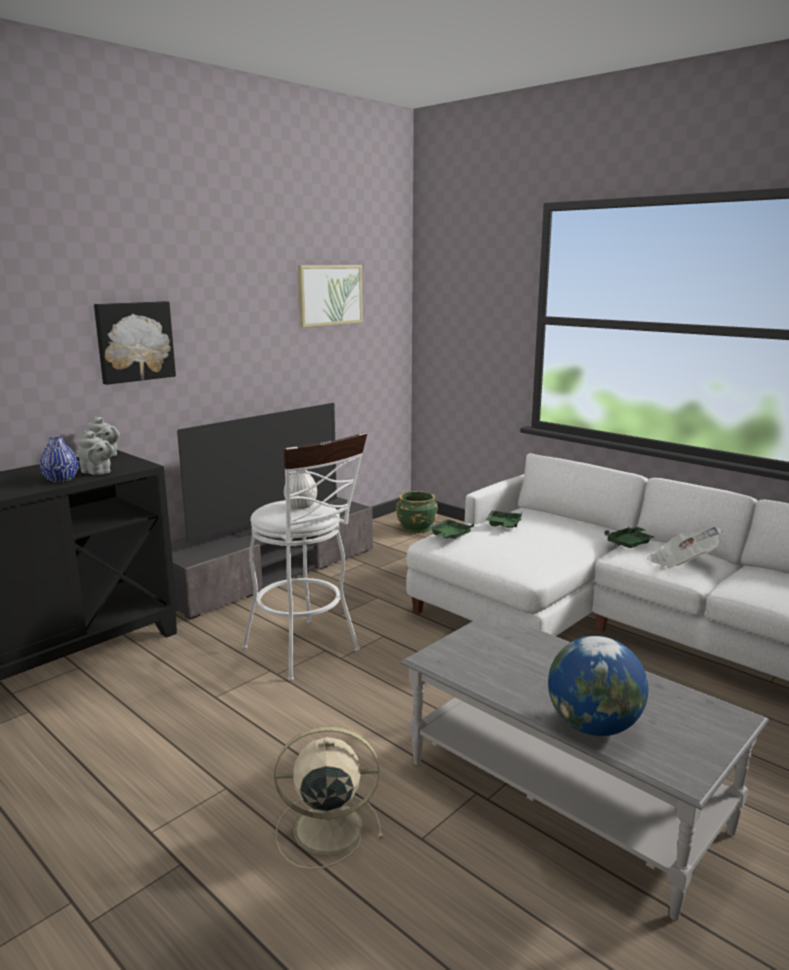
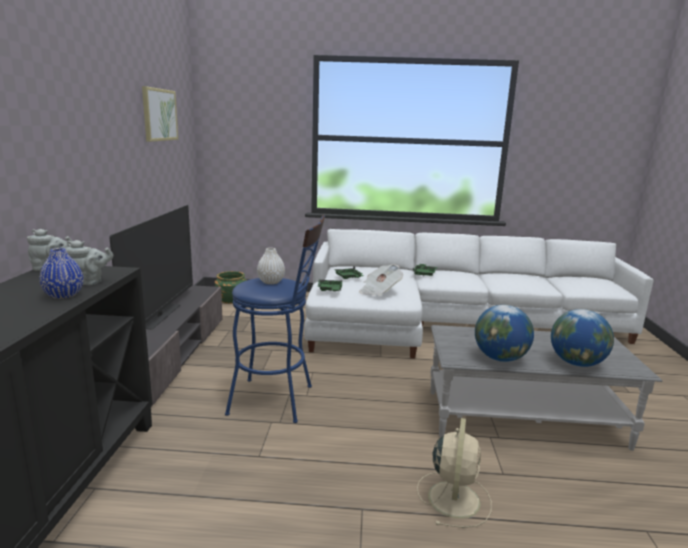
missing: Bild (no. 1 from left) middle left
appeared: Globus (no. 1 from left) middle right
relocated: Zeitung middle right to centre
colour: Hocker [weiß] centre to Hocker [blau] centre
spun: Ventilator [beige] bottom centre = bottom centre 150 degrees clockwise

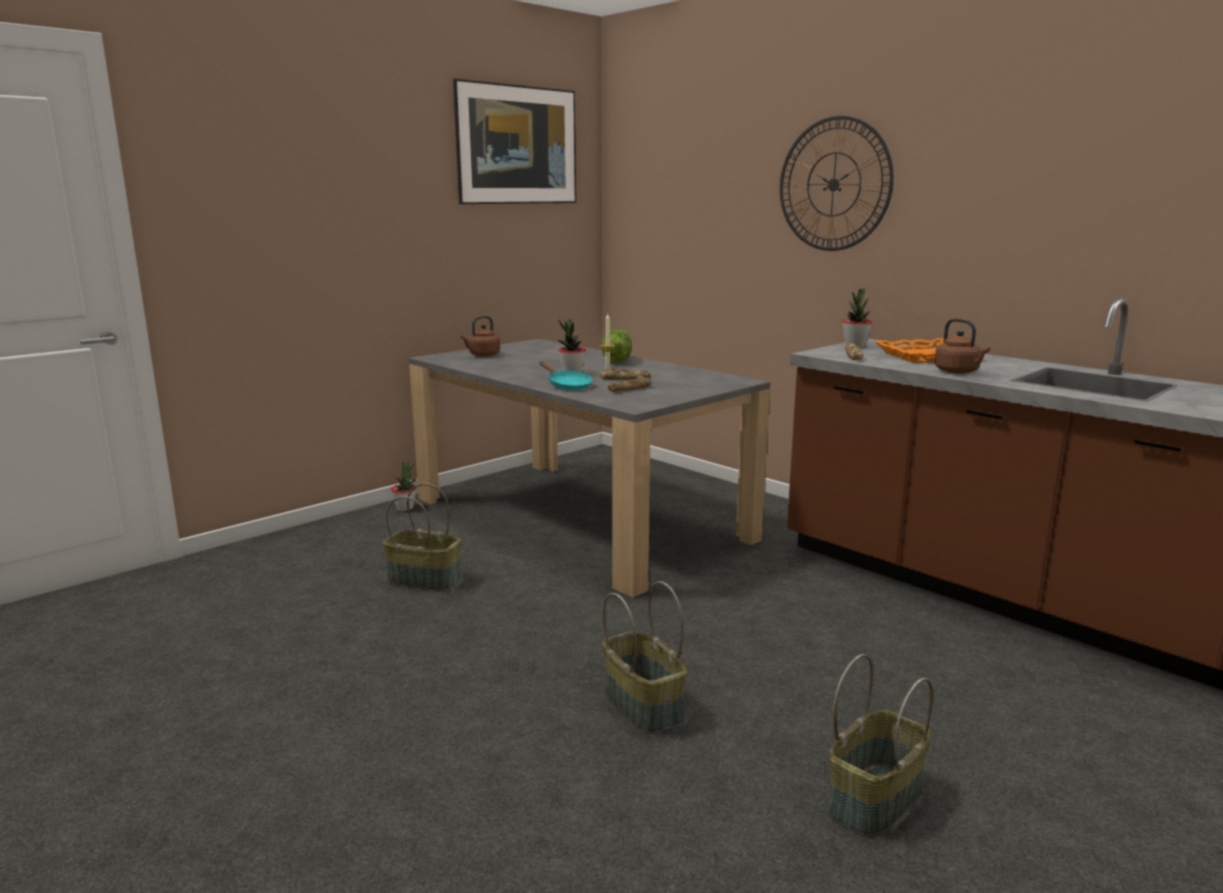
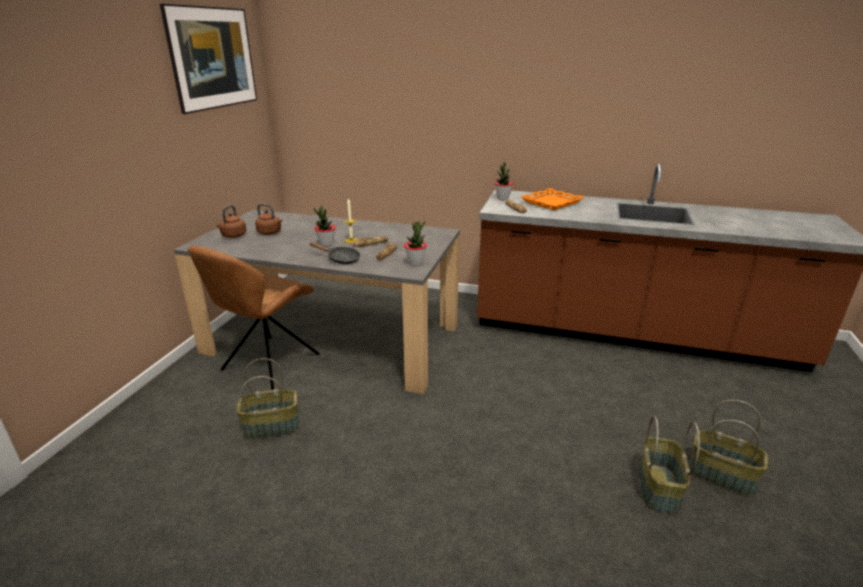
missing: Salatkopf centre; Wanduhr top right
appeared: Stuhl [braun] middle left
relocated: Topfpflanze (no. 1 from left in the first image) middle left to Topfpflanze (no. 2 from left) centre; Korb (no. 2 from left in the first image) bottom centre to Korb (no. 3 from left) bottom right; Wasserkessel [braun] (no. 2 from left) middle right to middle left
colour: Pfanne [türkis] centre to Pfanne [schwarz] centre

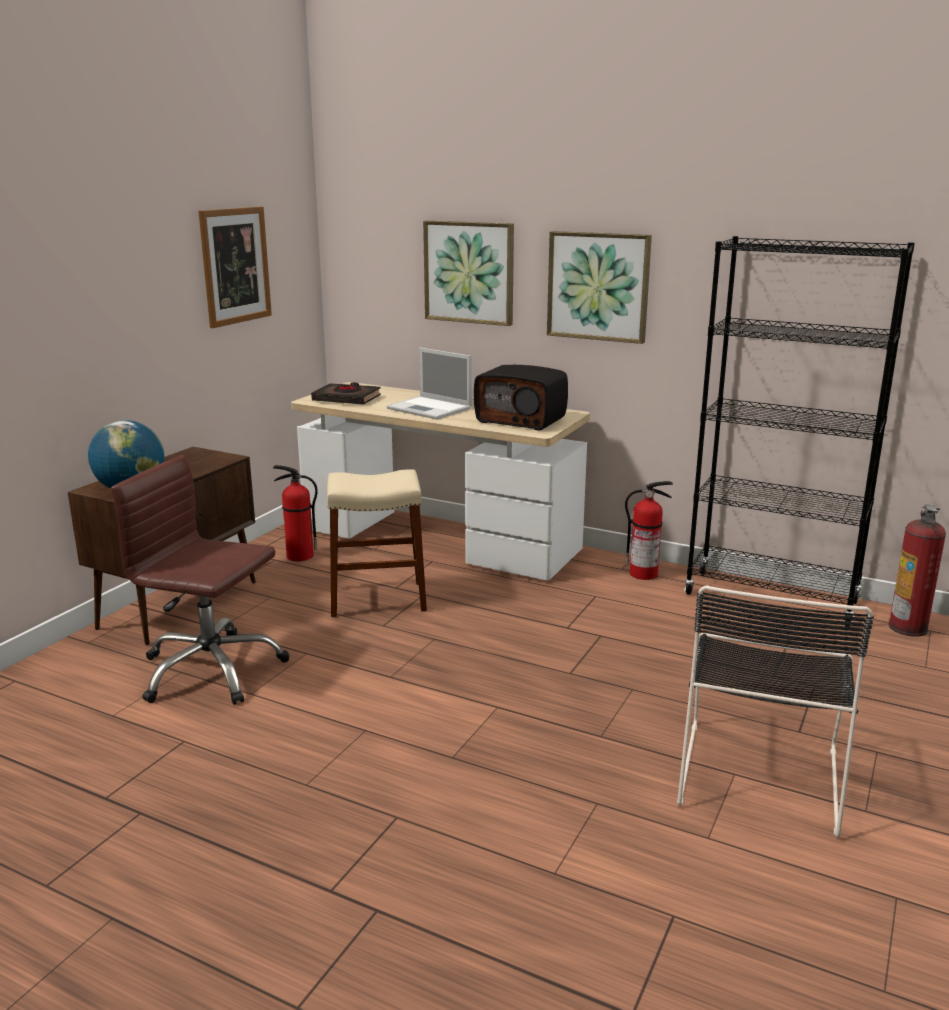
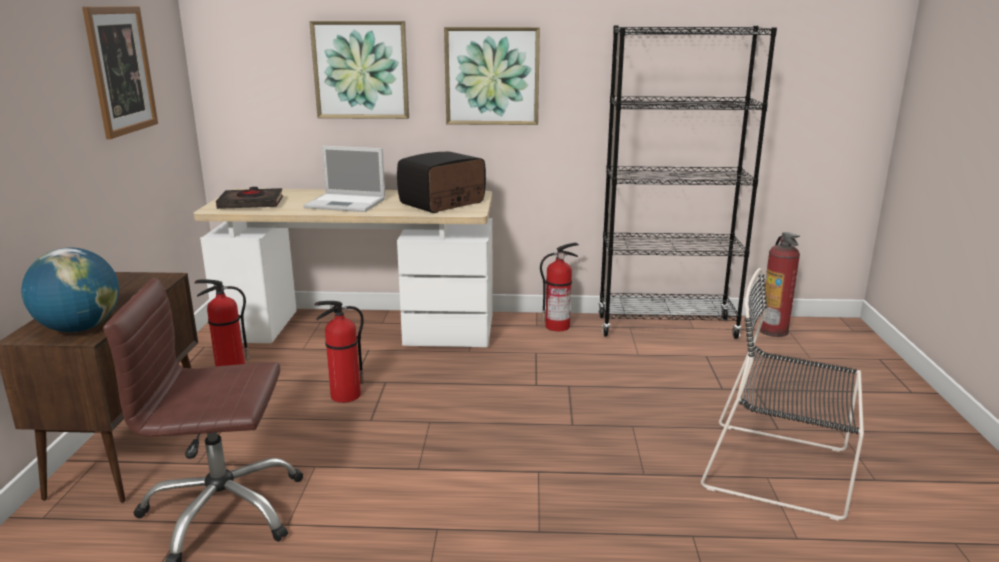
exchanged: Hocker [beige] centre to Feuerlöscher (no. 2 from left) centre
spun: Radio centre = top centre 135 degrees clockwise; Stuhl [schwarz] bottom right = bottom right 120 degrees clockwise

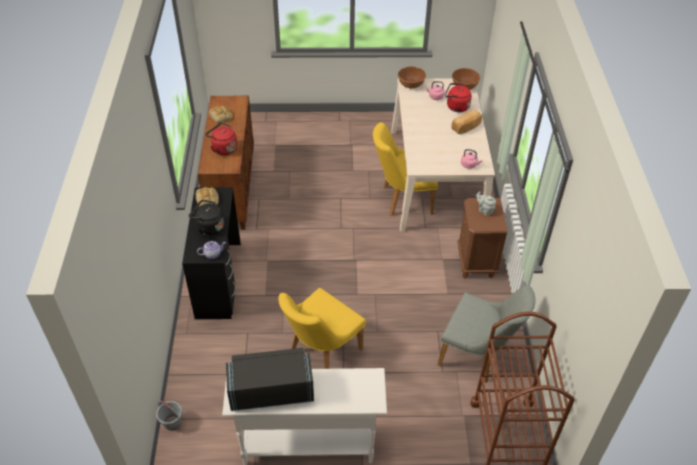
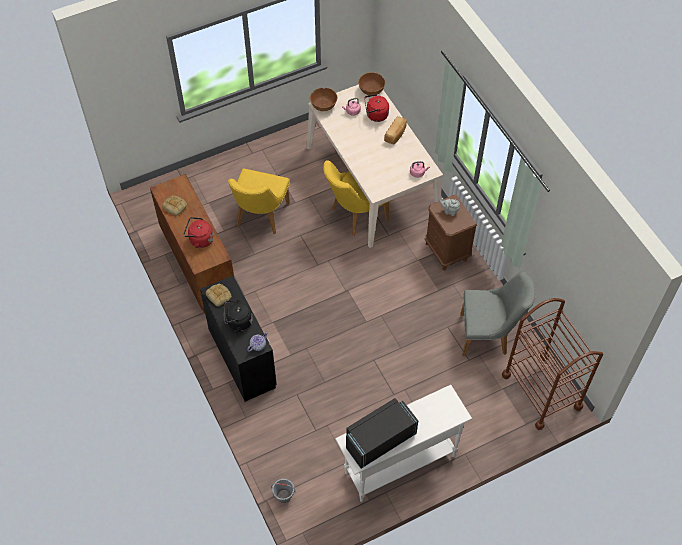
relocated: Stuhl [gelb] (no. 1 from left) bottom centre to centre

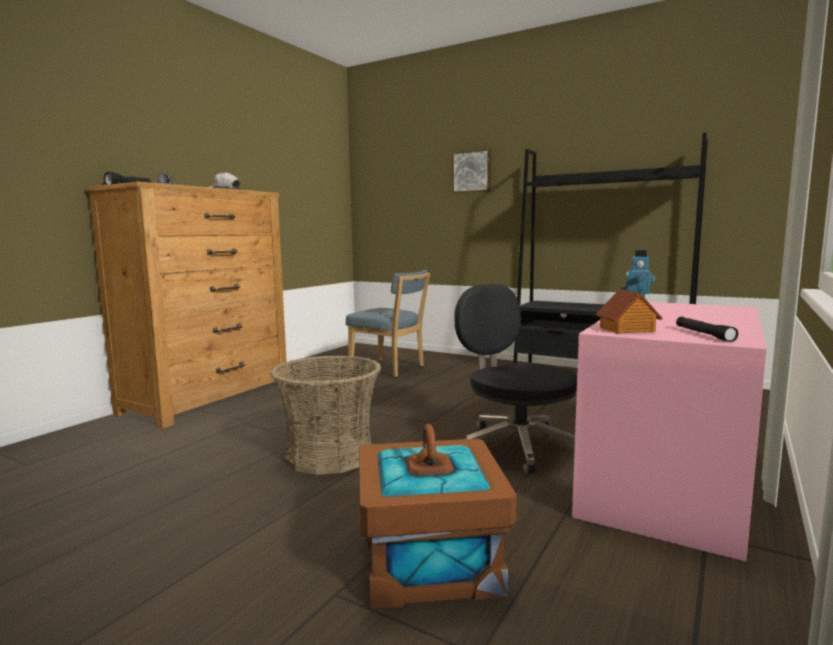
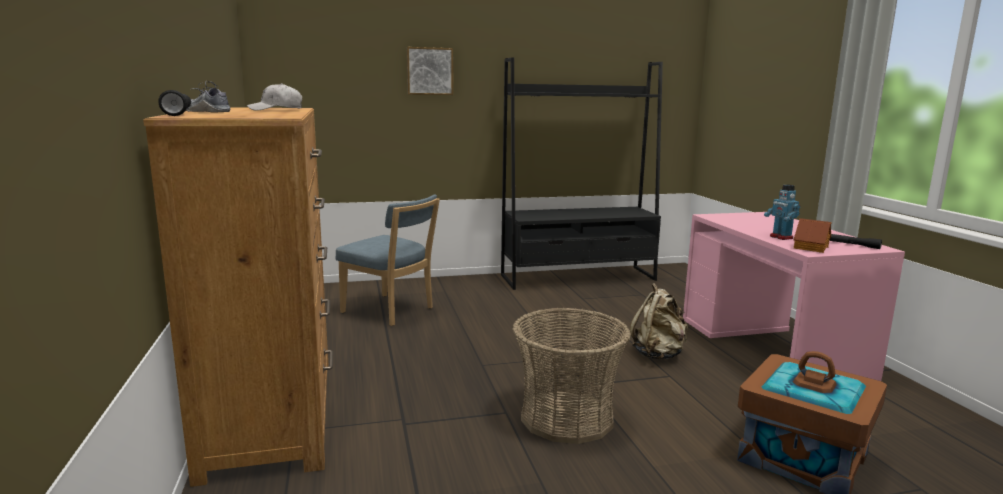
exchanged: Bürostuhl [schwarz] centre to Rucksack [beige] centre
spun: Stuhl [blau] centre = centre 45 degrees clockwise

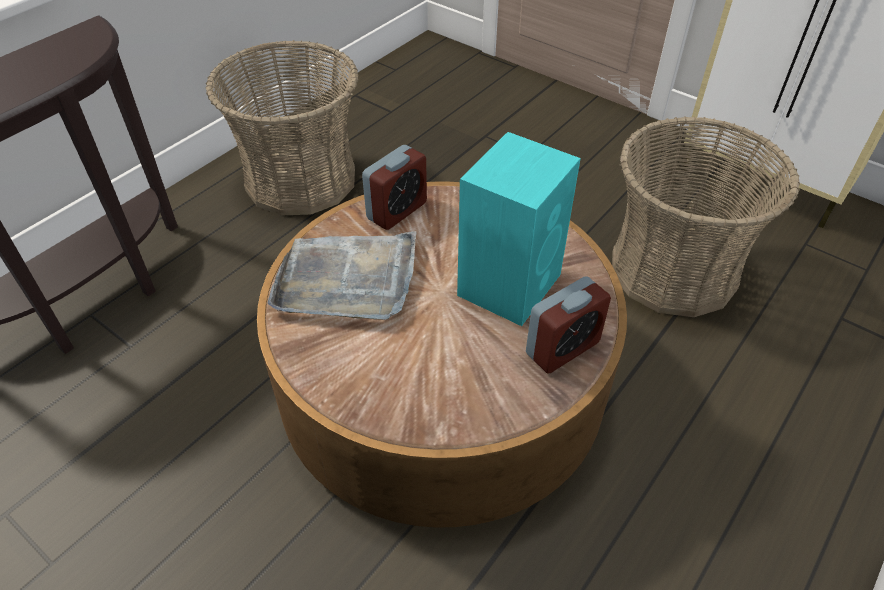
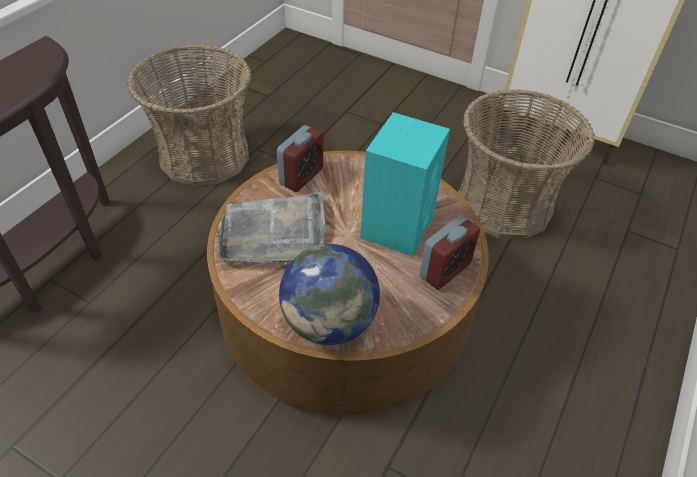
appeared: Globus centre

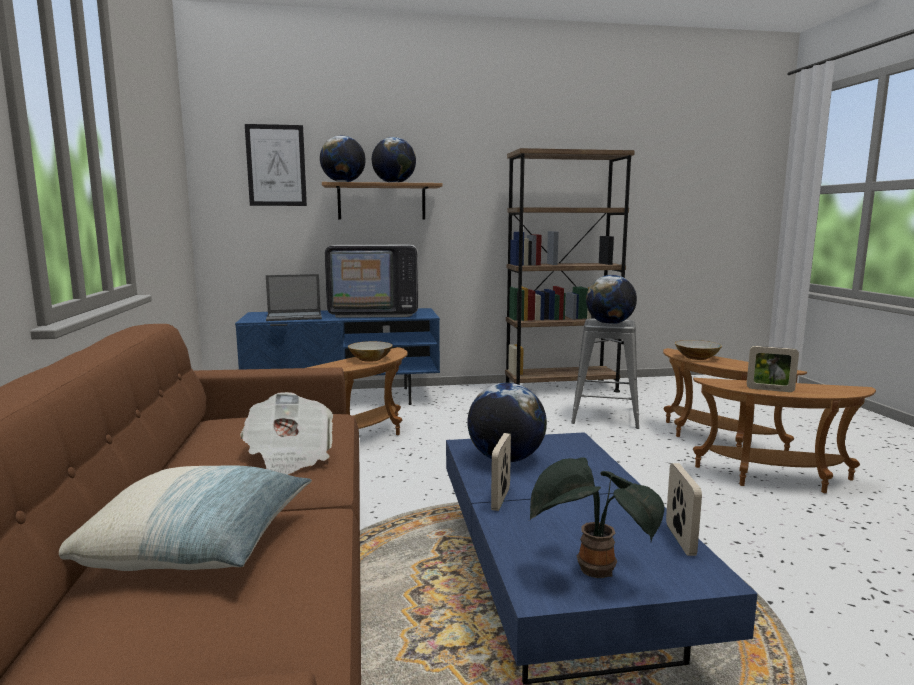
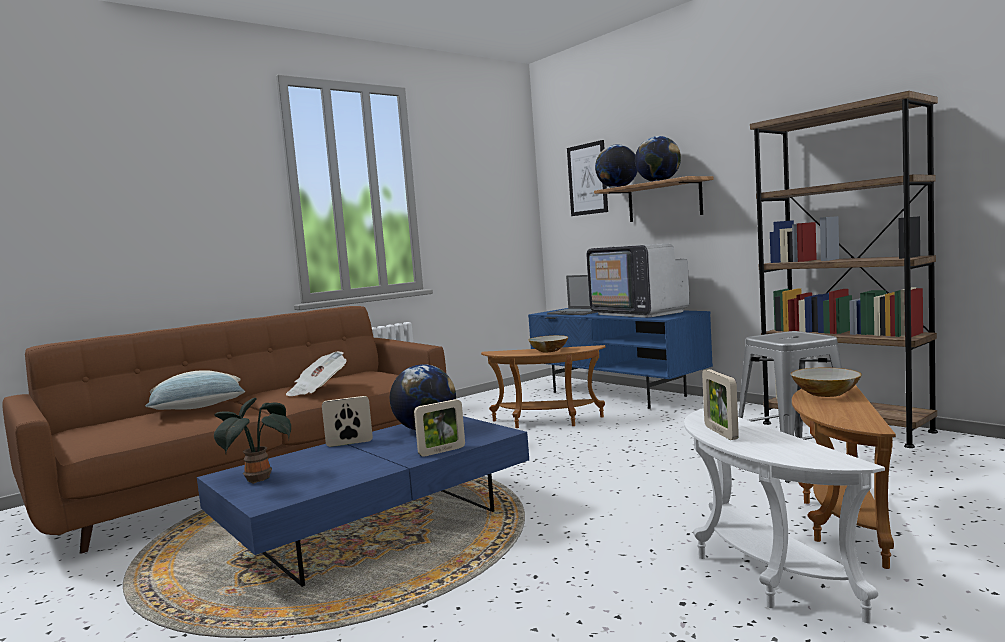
missing: Globus (no. 4 from left) middle right
relocated: Bilderrahmen (no. 2 from left) bottom right to bottom centre
colour: Beistelltisch [braun] (no. 3 from left) middle right to Beistelltisch [weiß] bottom right

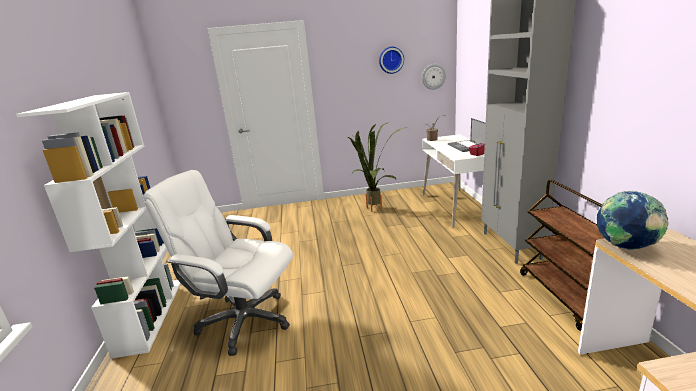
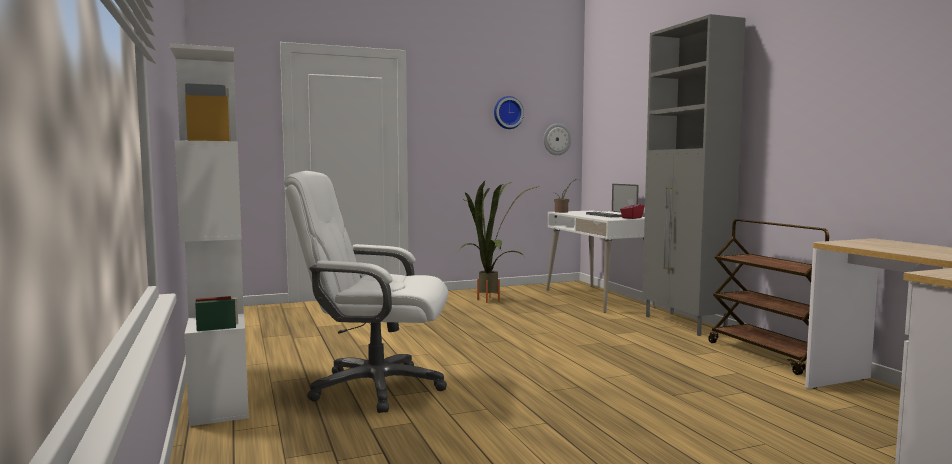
missing: Globus middle right

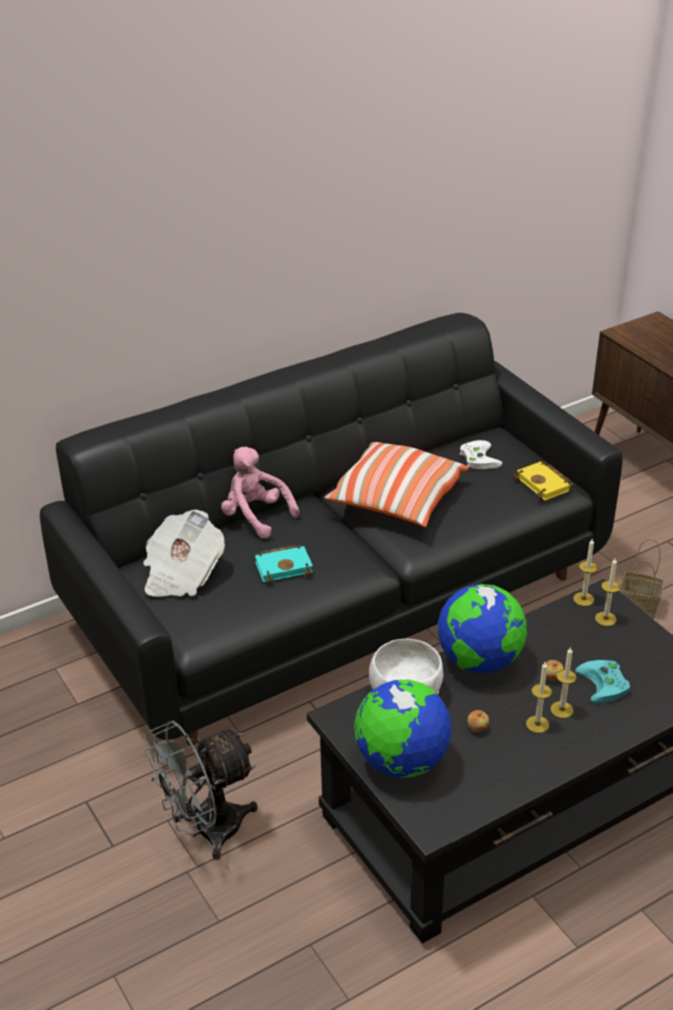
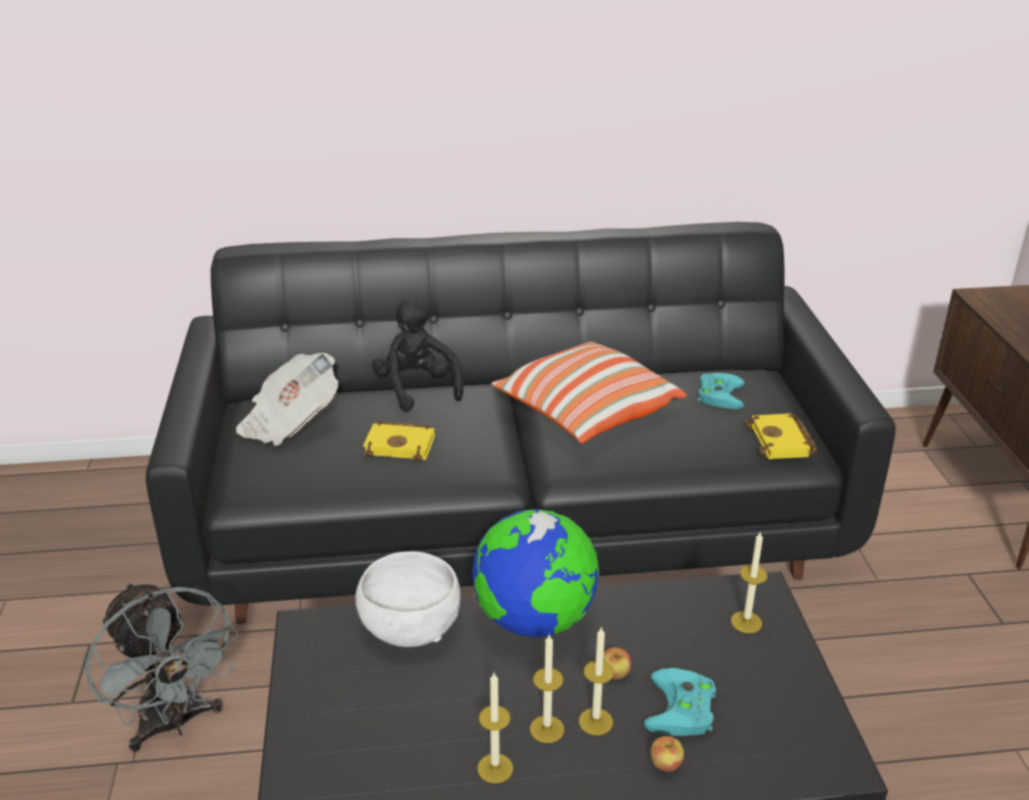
missing: Globus (no. 1 from left) bottom centre; Korb middle right
relocated: Apfel (no. 1 from left in the first image) bottom right to Apfel (no. 2 from left) bottom centre; Kerze (no. 3 from left in the first image) middle right to Kerze (no. 1 from left) bottom centre
colour: Plüschtier [rosa] centre to Plüschtier [schwarz] centre; Buch [türkis] centre to Buch [gelb] (no. 1 from left) centre; Gamepad [weiß] middle right to Gamepad [türkis] (no. 2 from left) middle right
spun: Ventilator [grau] bottom left = bottom left 120 degrees counterclockwise

